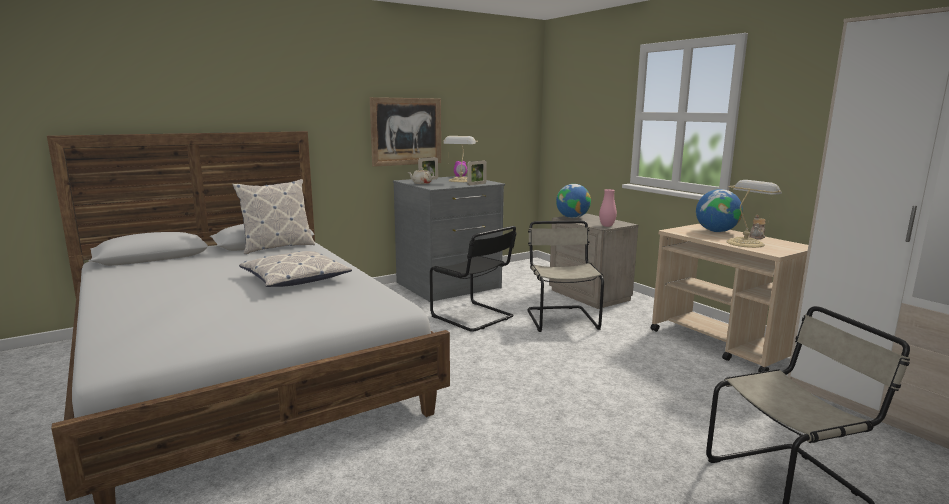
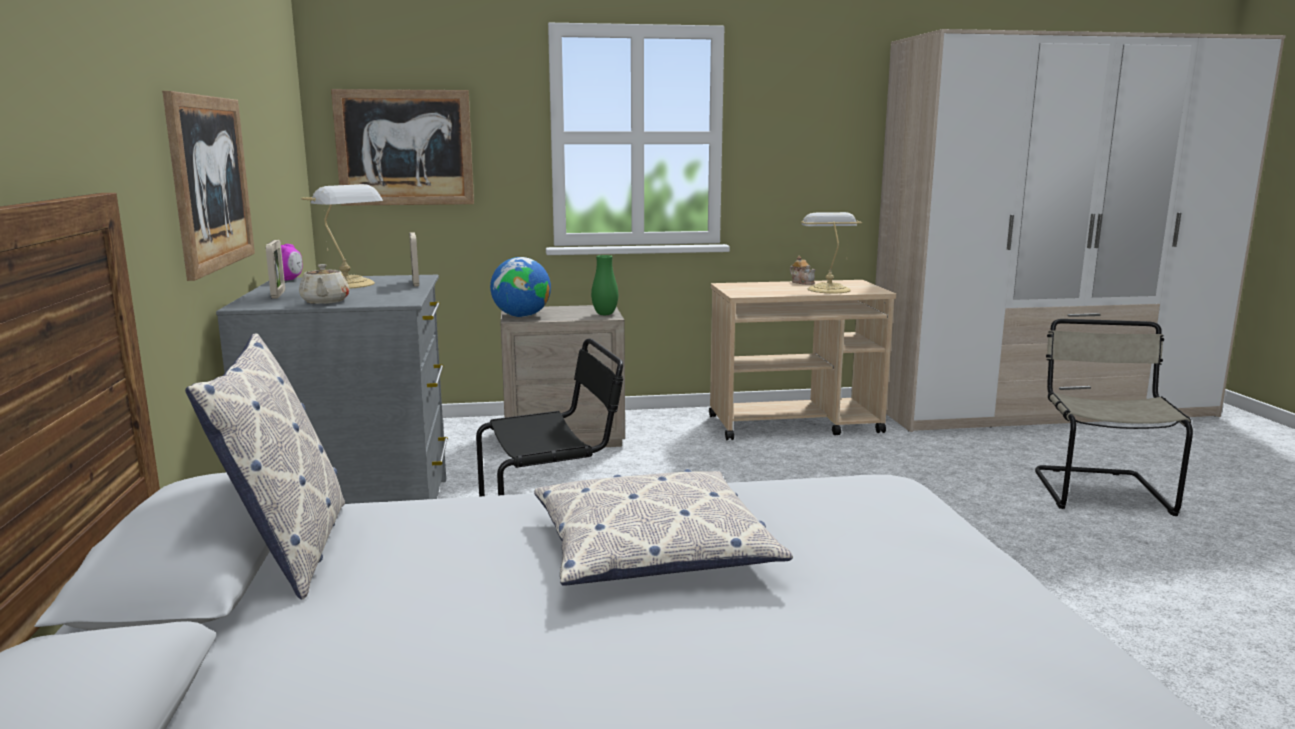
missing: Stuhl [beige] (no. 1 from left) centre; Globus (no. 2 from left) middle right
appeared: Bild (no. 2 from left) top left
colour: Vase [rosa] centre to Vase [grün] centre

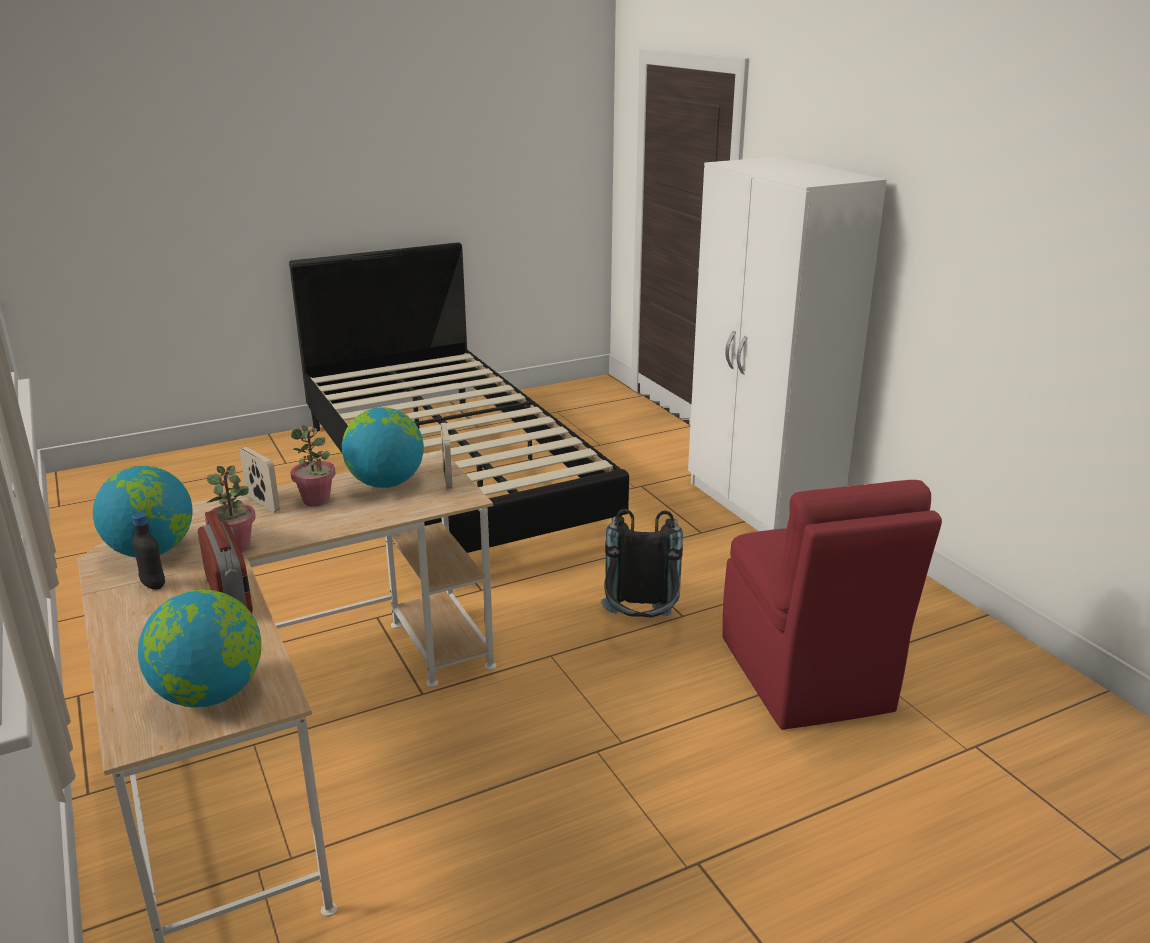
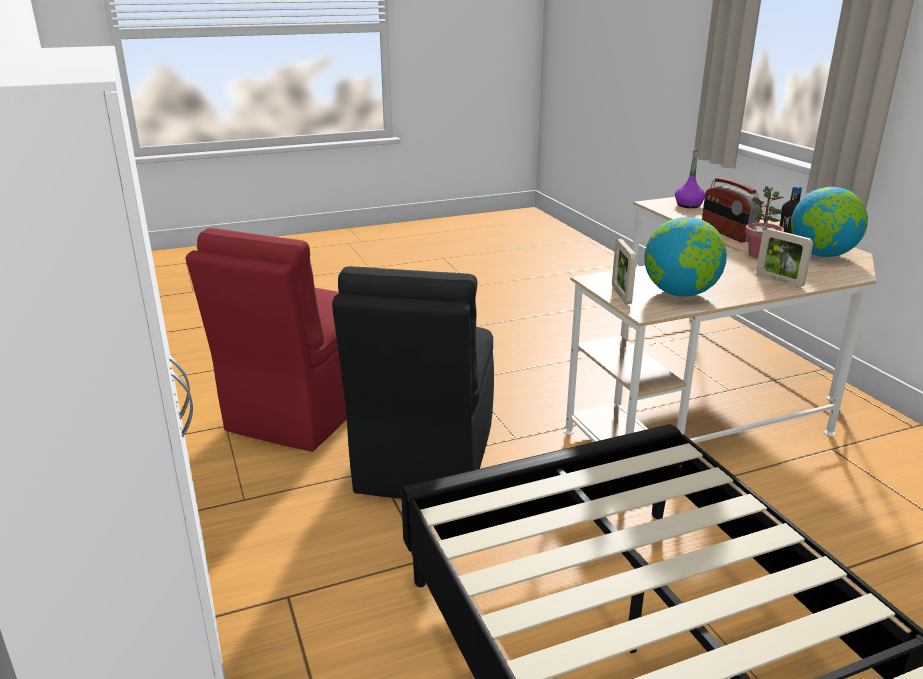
missing: Topfpflanze (no. 2 from left) middle left
exchanged: Globus (no. 2 from left) bottom left to Flasche [lila] top right; Rucksack [schwarz] centre to Stuhl [schwarz] centre
spun: Stuhl [rot] middle right = middle left 150 degrees counterclockwise

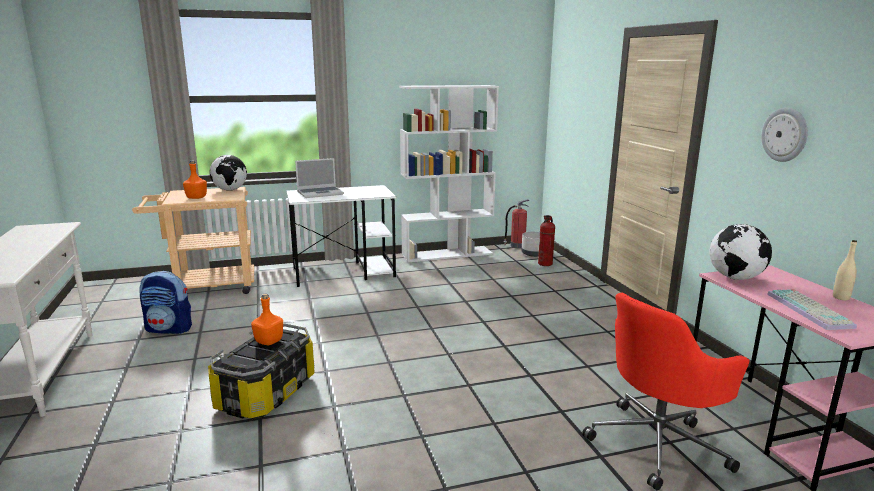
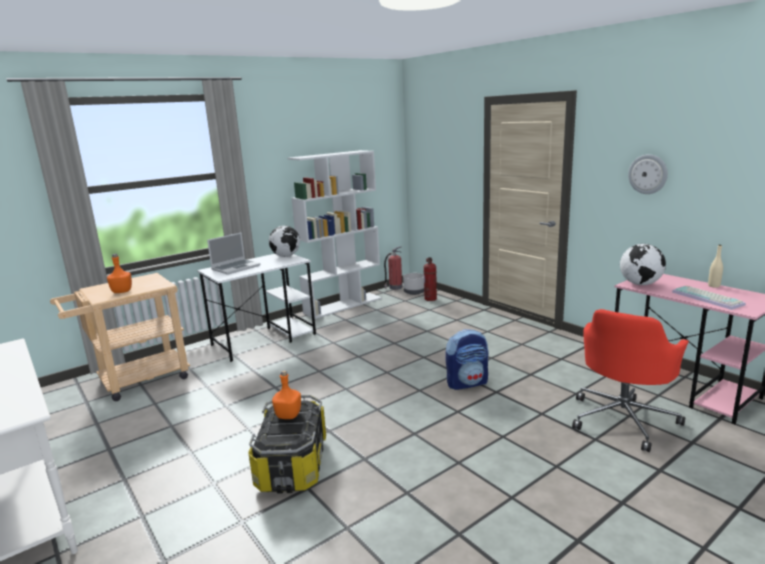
relocated: Rucksack middle left to centre; Globus (no. 1 from left) middle left to centre

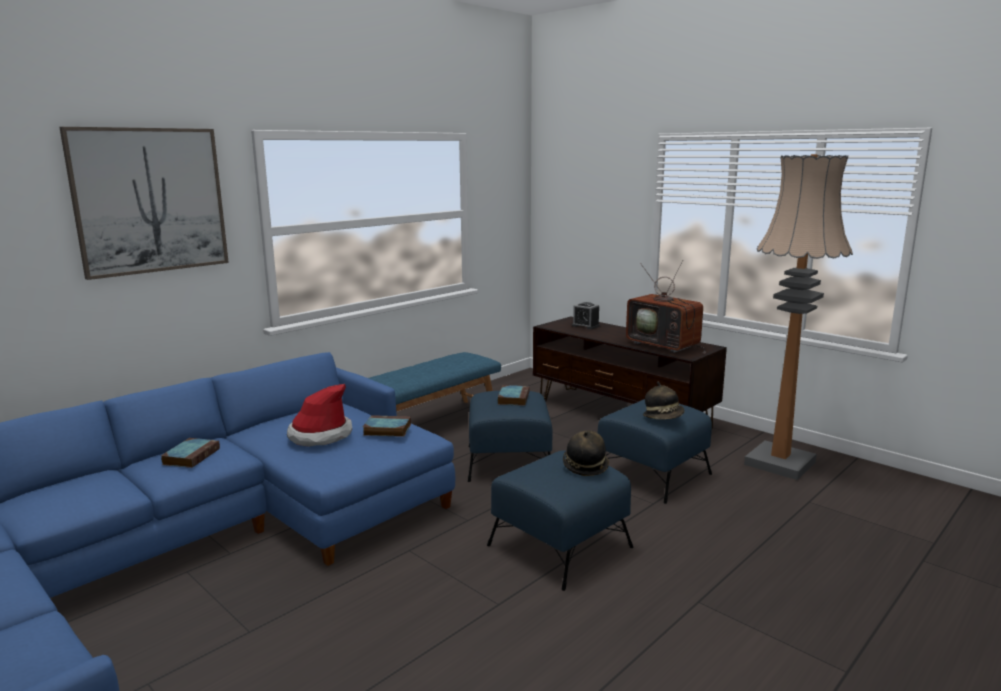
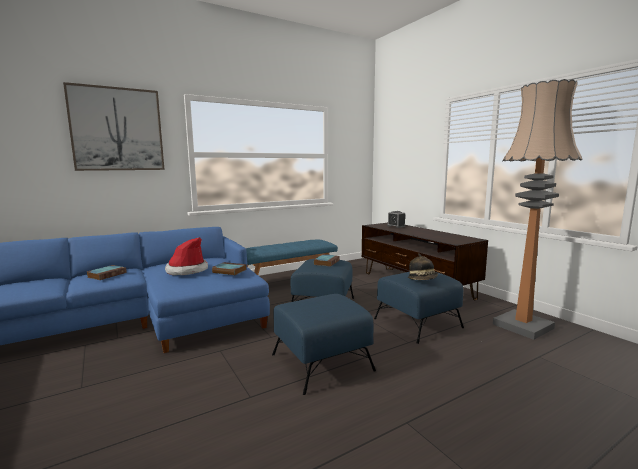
missing: Hut (no. 2 from left) centre; Fernseher centre

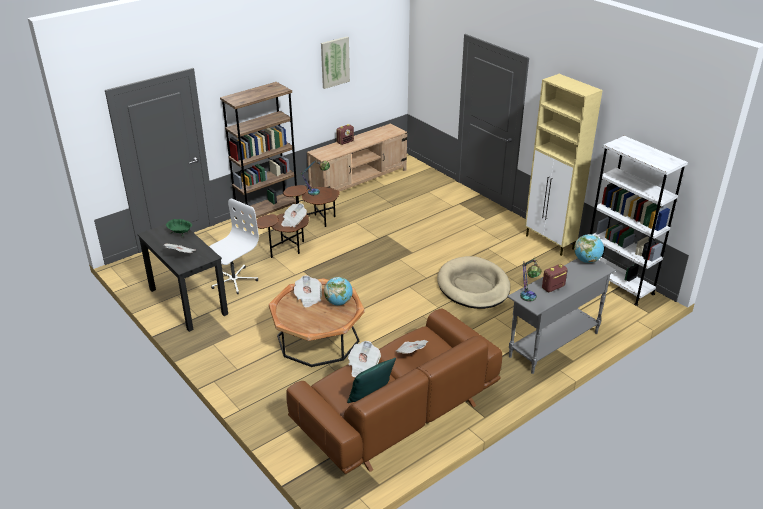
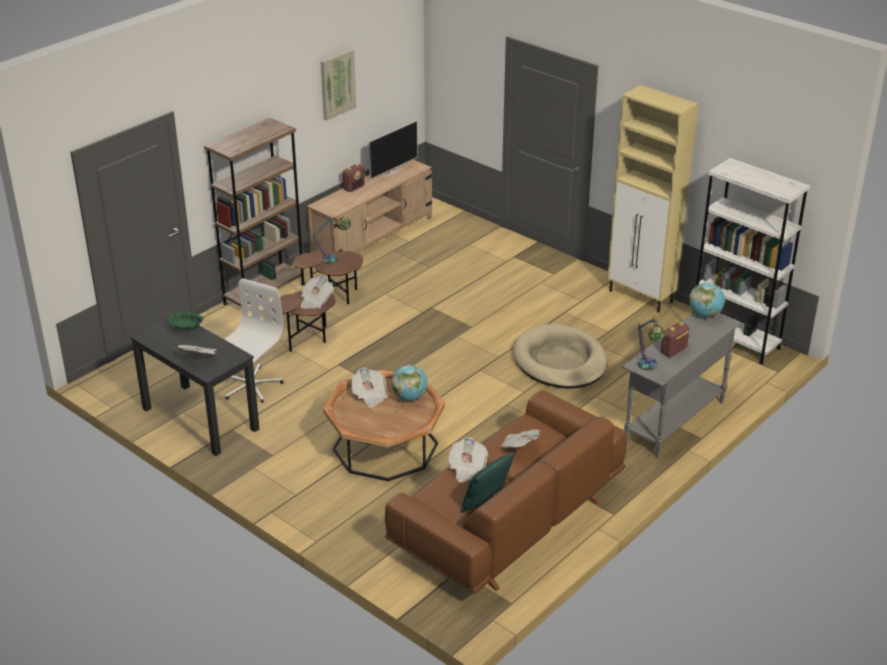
appeared: Fernseher top centre

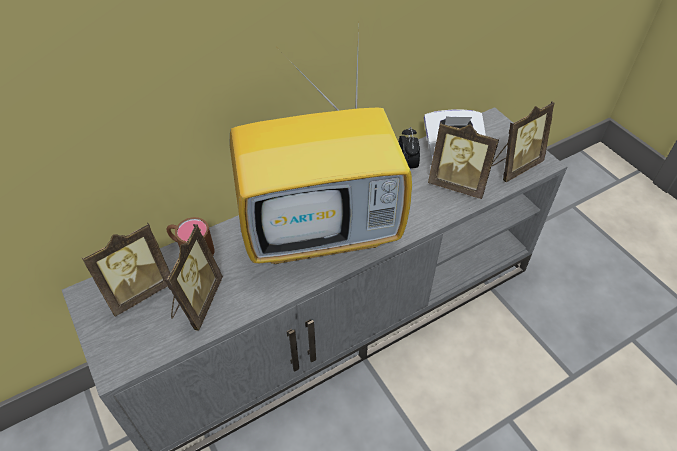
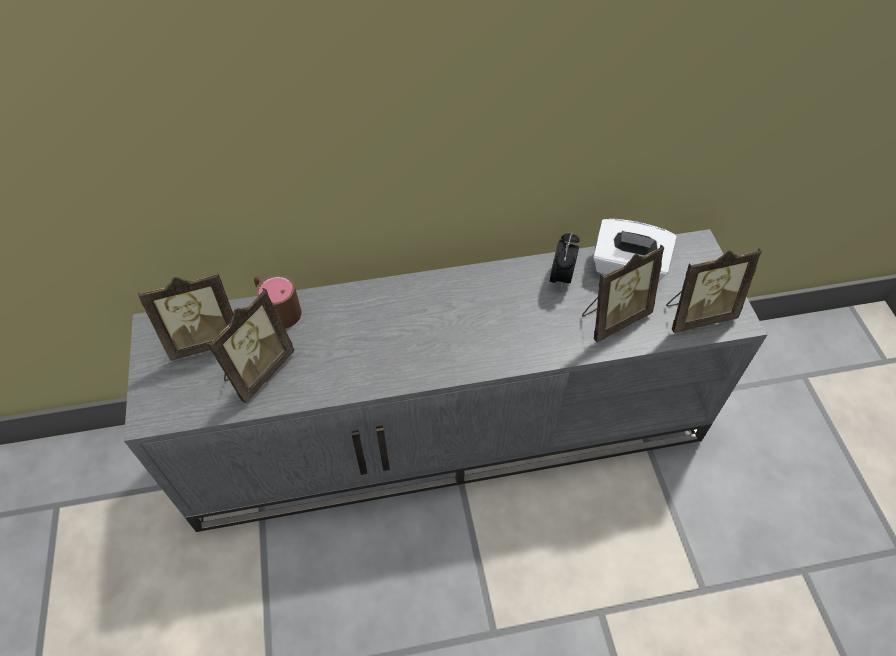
missing: Fernseher top centre
spun: Bilderrahmen (no. 3 from left) middle right = middle right 75 degrees counterclockwise

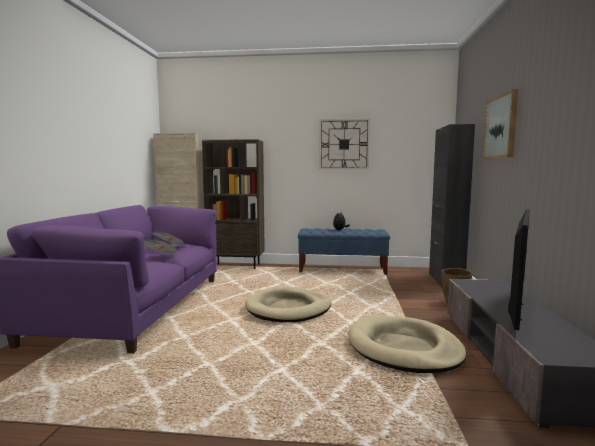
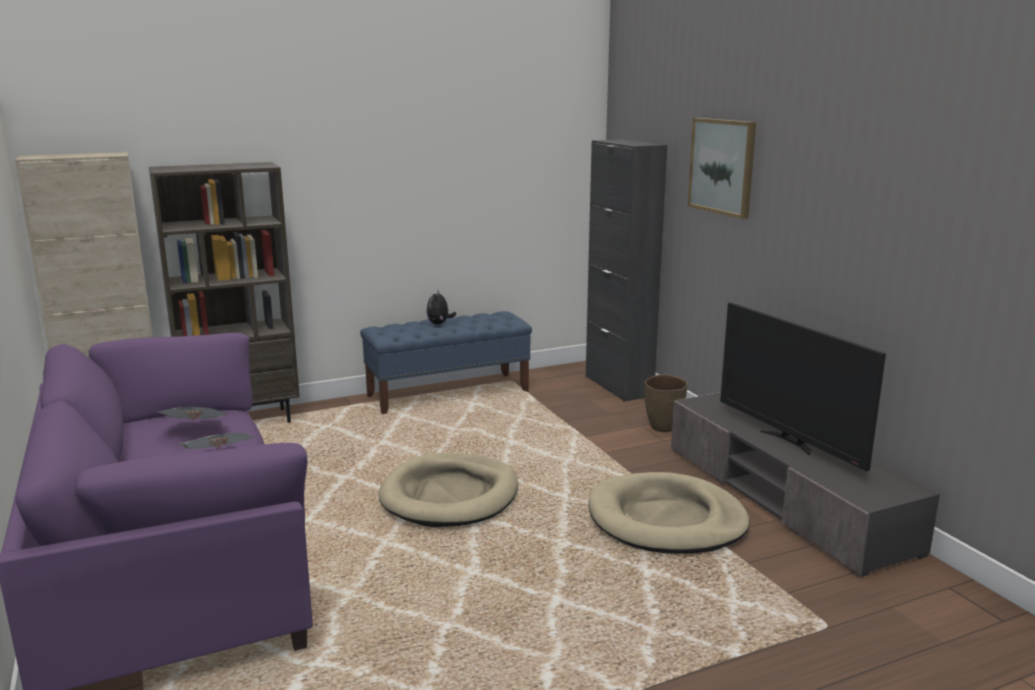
missing: Wanduhr top centre
spun: Fernseher middle right = middle right 150 degrees clockwise

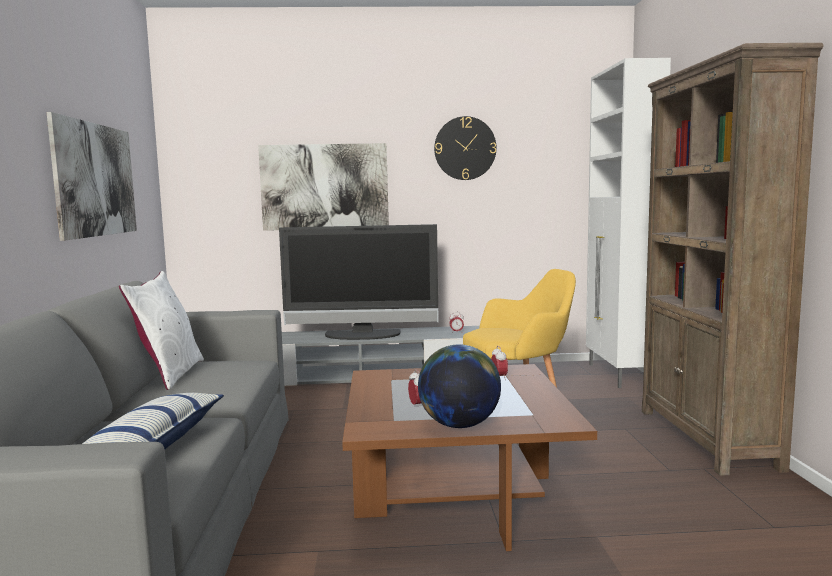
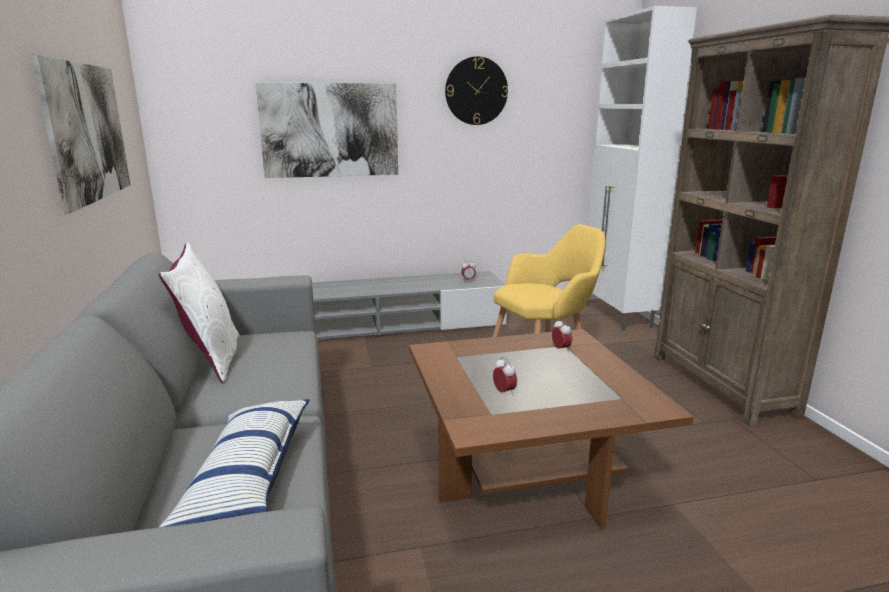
missing: Fernseher centre; Globus bottom centre

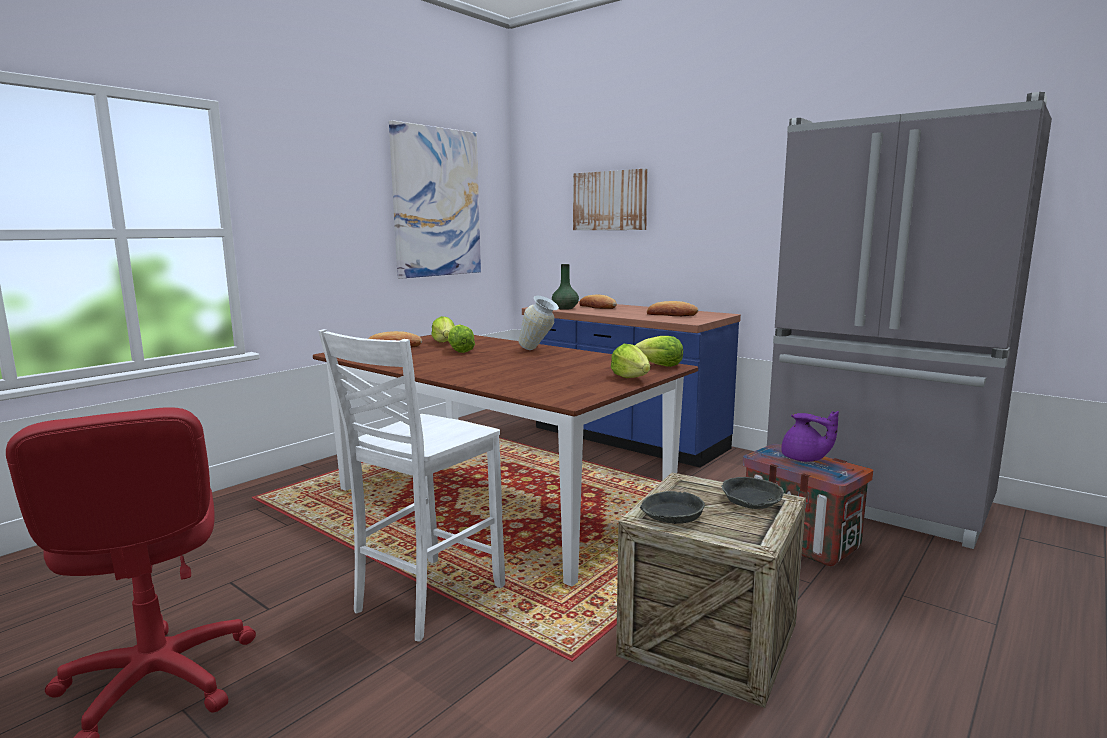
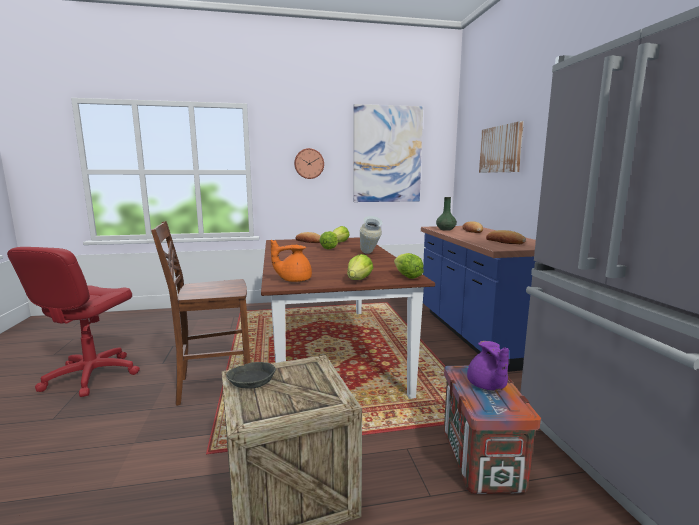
missing: Schüssel [grau] (no. 2 from left) bottom right
appeared: Teekanne [orange] centre; Wanduhr top centre
colour: Stuhl [weiß] centre to Stuhl [braun] middle left

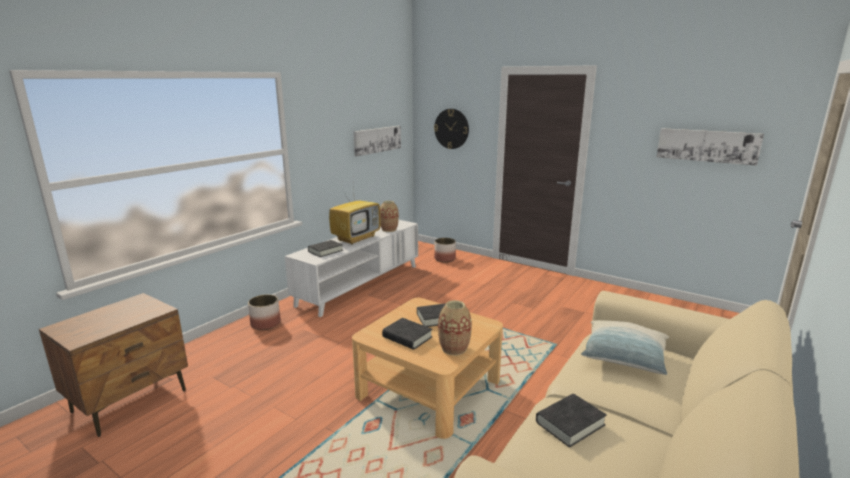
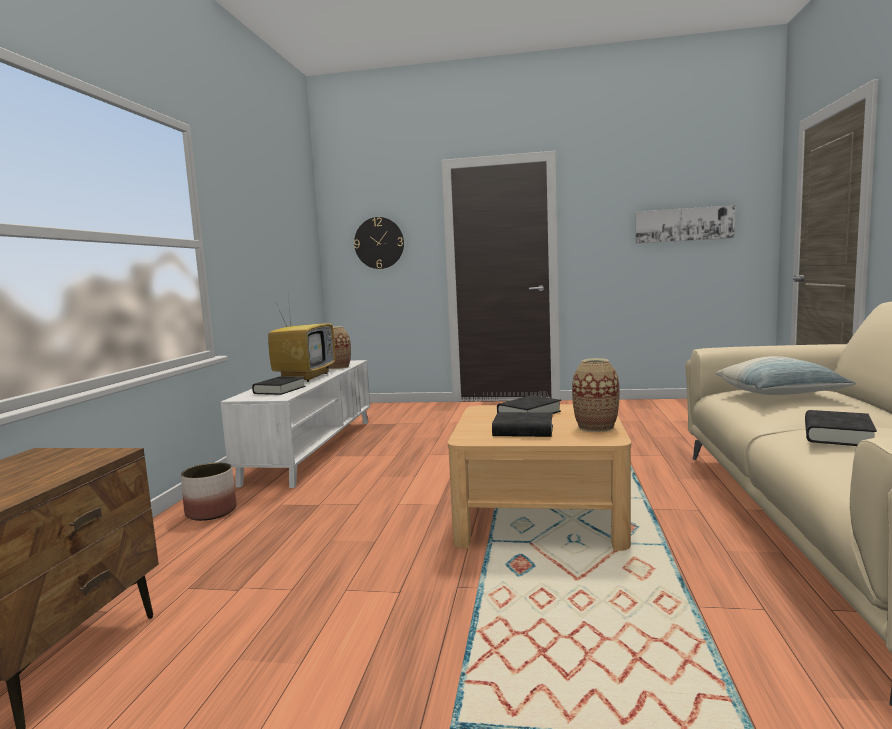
missing: Bild (no. 1 from left) top centre; Pflanzkübel (no. 2 from left) centre

